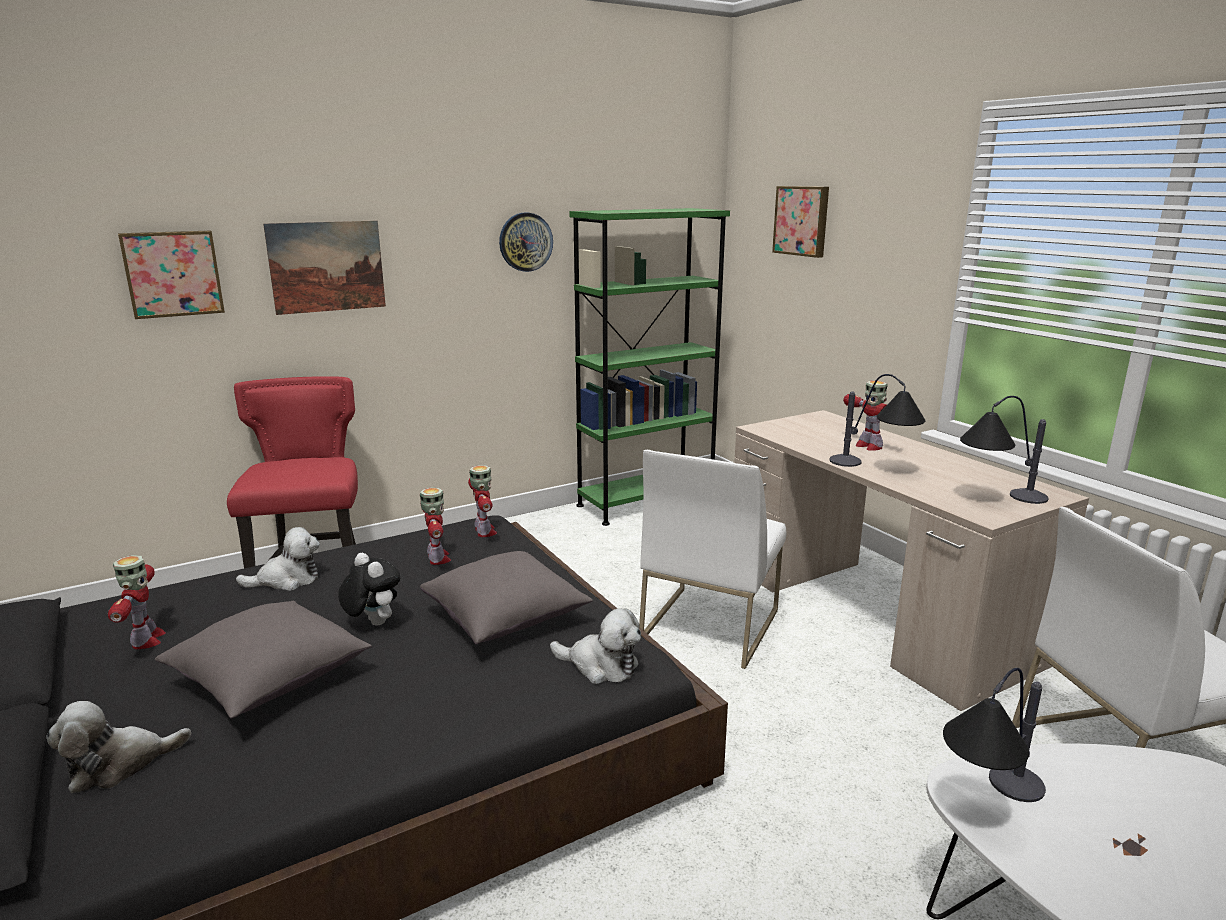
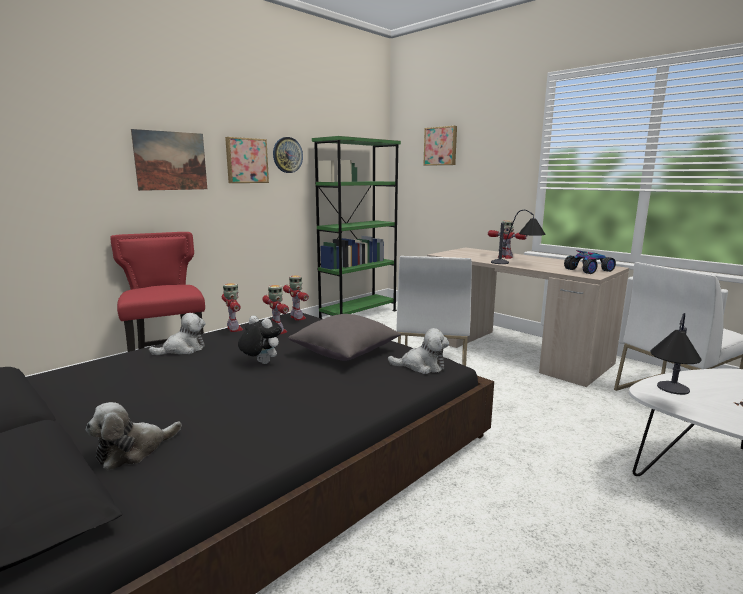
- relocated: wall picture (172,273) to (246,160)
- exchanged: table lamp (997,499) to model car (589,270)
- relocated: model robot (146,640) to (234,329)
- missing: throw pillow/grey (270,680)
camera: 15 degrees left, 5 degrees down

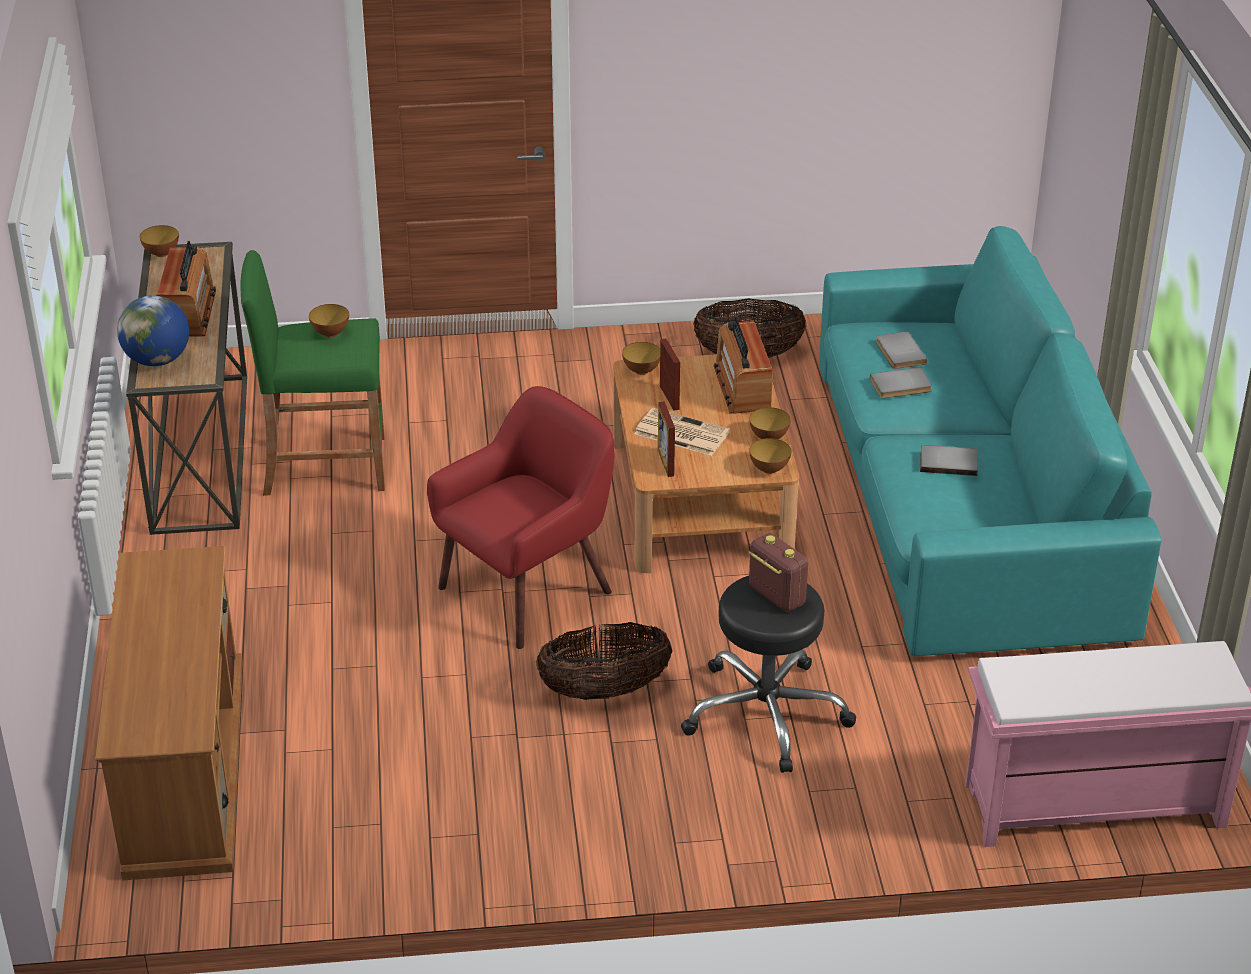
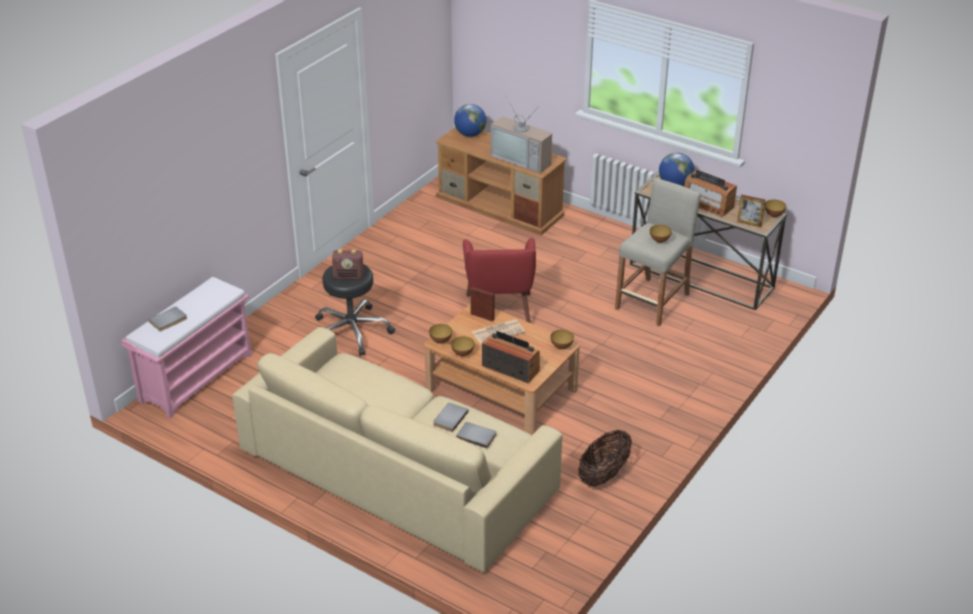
- colour: couch/blue-green (964,498) to couch/sand-coloured (398,470)
- colour: stool/green (324,465) to stool/sand-coloured (653,302)
- relocated: standing frame (669,398) to (749,223)
- relocated: volume/grey (948,461) to (169,321)
- missing: household basket (604,690)
- appeared: television (523,159)
- appeared: globe (470,134)
camera: 130 degrees right, 0 degrees up

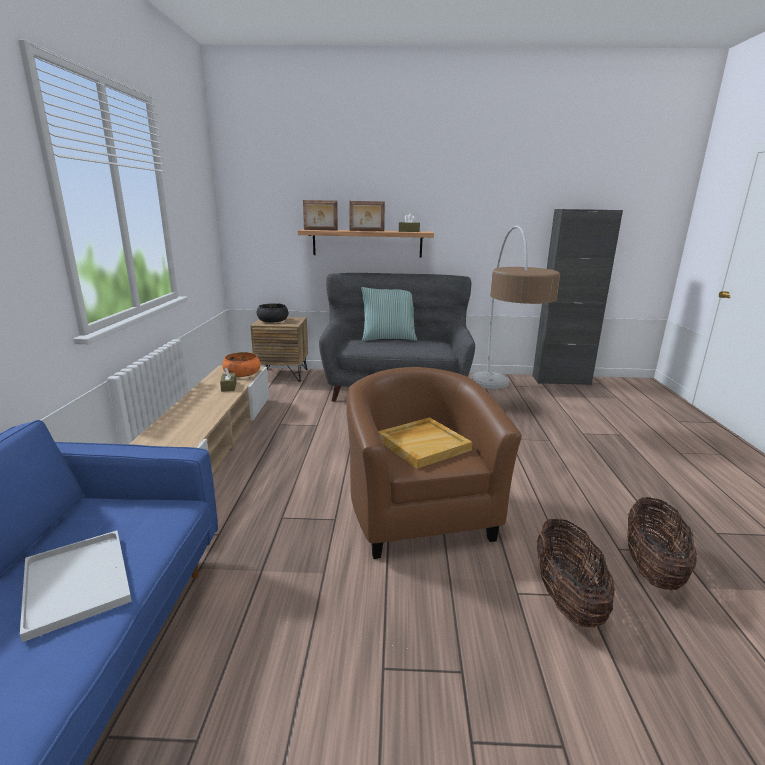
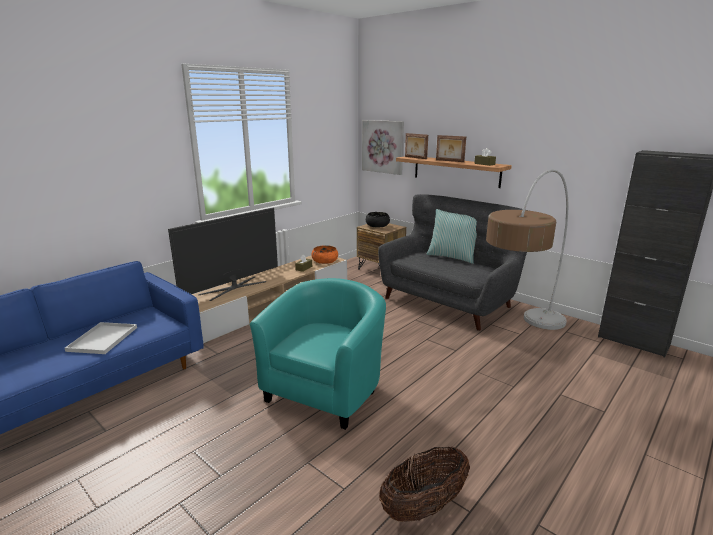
- colour: armchair/brownish (419,513) to armchair/blue-green (326,390)
- missing: tray/sand-coloured (423,444)
- missing: household basket (566,598)
- appeared: wall picture (383,146)
- appeared: television (233,288)
camera: 40 degrees right, 0 degrees up

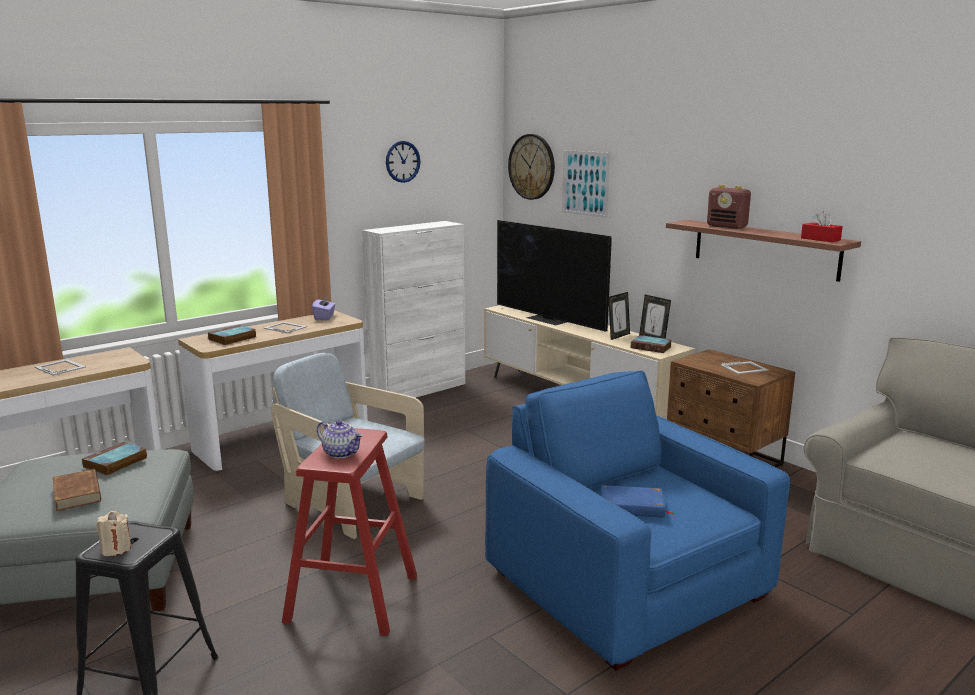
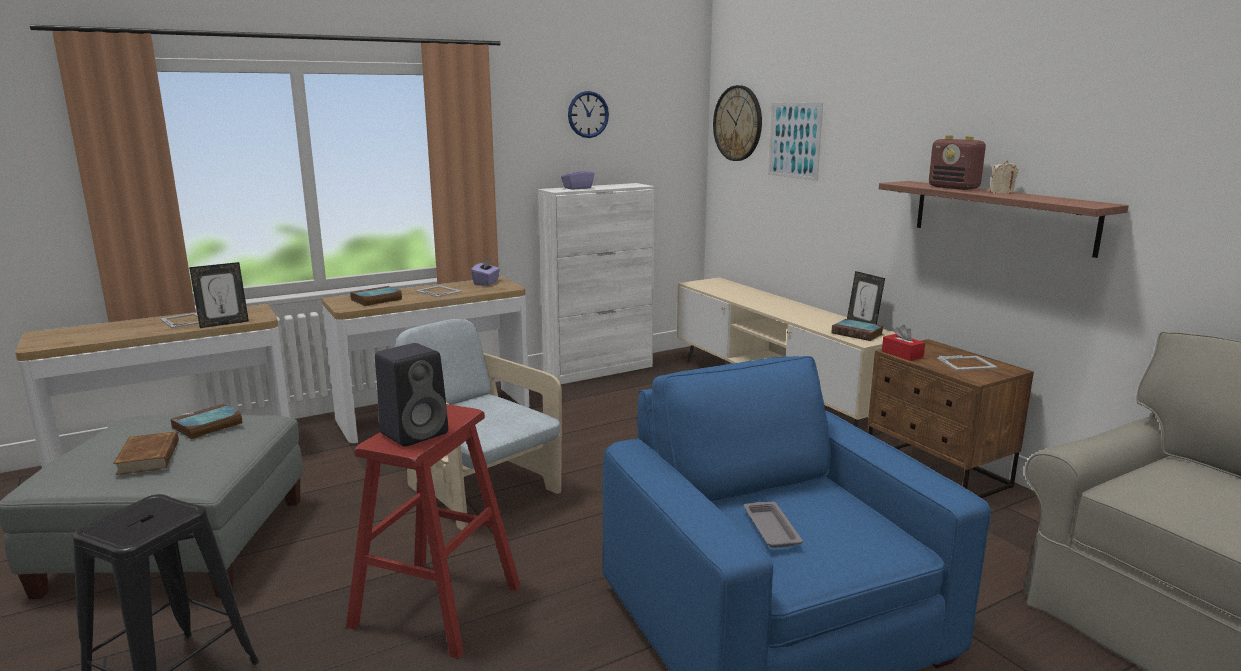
- relocated: tissue holder/red-coloured (820,239) to (902,354)
- missing: television (548,319)
- relocated: standing frame (618,336) to (224,323)
- exchanged: pot for tea (341,453) to loudspeaker/blackish (416,433)
- exchanged: volume/bluish (632,506) to tray/grey (770,528)
- relocated: wax light/sand-coloured (116,549) to (1001,192)
- appeared: tissue holder/purple (577,188)
camera: 10 degrees right, 0 degrees up

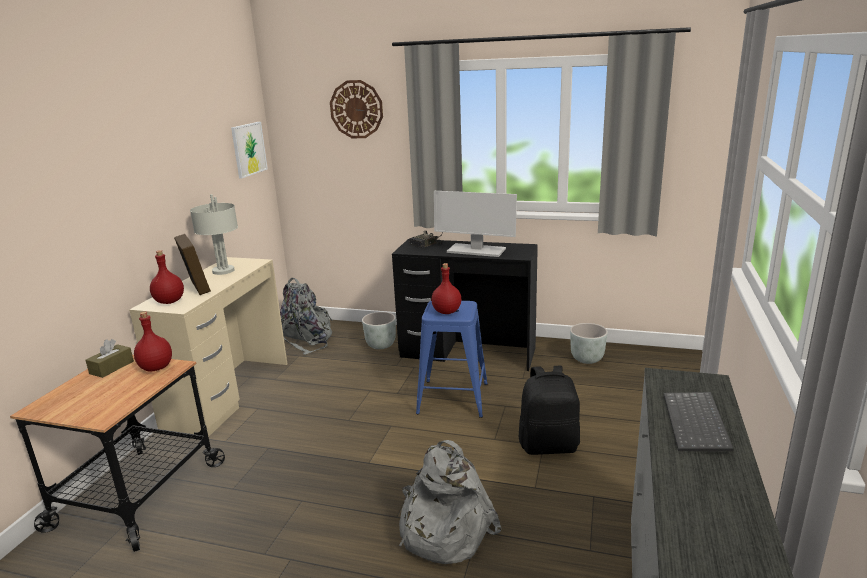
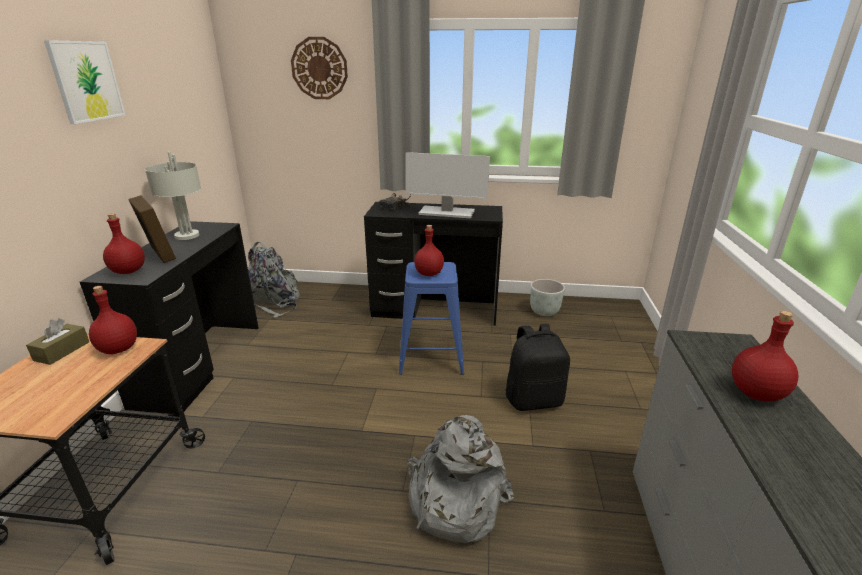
- relocated: wall picture (248,149) to (86,81)
- colour: desk table/sand-coloured (228,394) to desk table/blackish (199,363)
- missing: flower pot/grey (381,345)
- exchanged: computer keyboard (697,424) to bottle/red-coloured (757,393)
camera: 10 degrees left, 5 degrees up

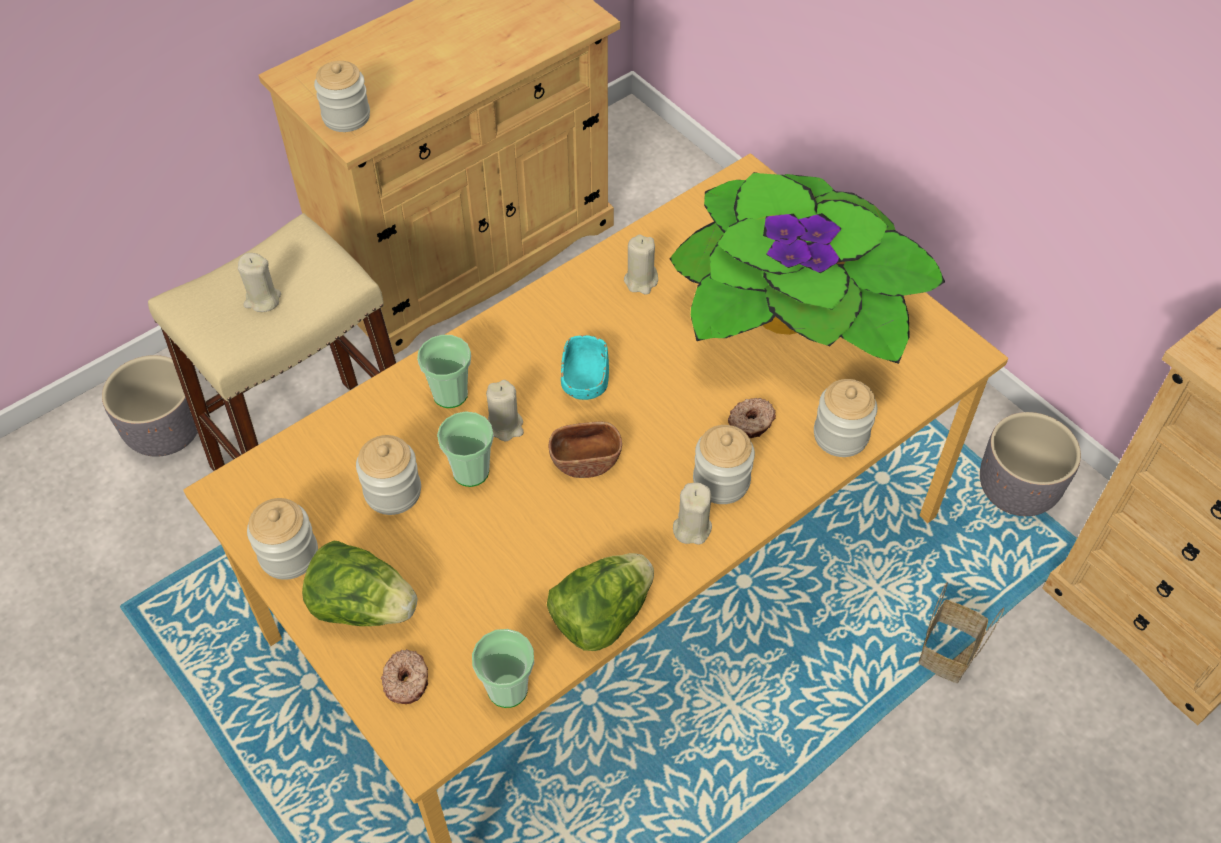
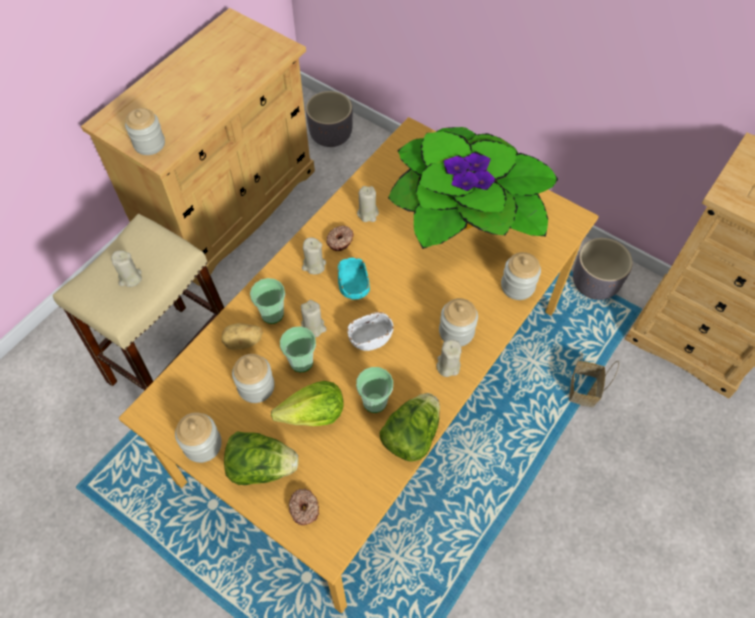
- relocated: flower pot/grey (167,432) to (331,136)
- relocated: doughnut (751,423) to (340,241)
- colour: bowl/brownish (585,460) to bowl/white-coloured (370,338)
- relocated: drinking cup (507,689) to (374,402)
- appeared: wax light/sand-coloured (314,265)
- appeared: spud (243,342)
- appeared: lettuce (313,414)
camera: 15 degrees left, 5 degrees up

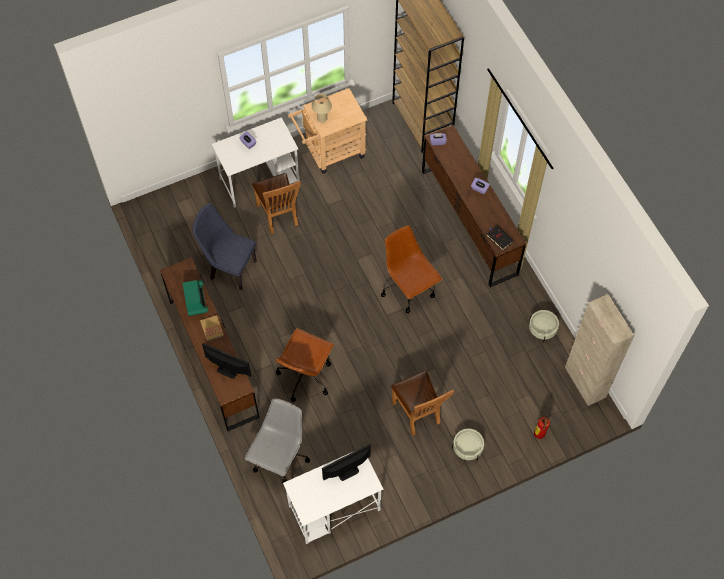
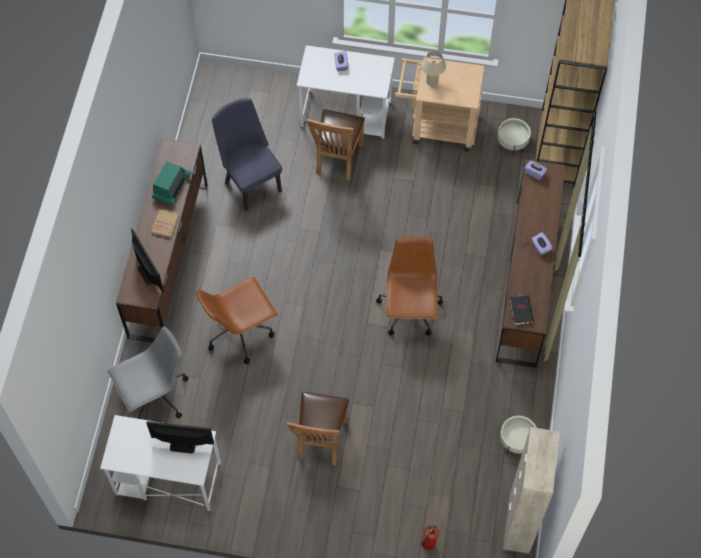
- relocated: flower pot/sand-coloured (467,448) to (512,140)
camera: 35 degrees right, 0 degrees up

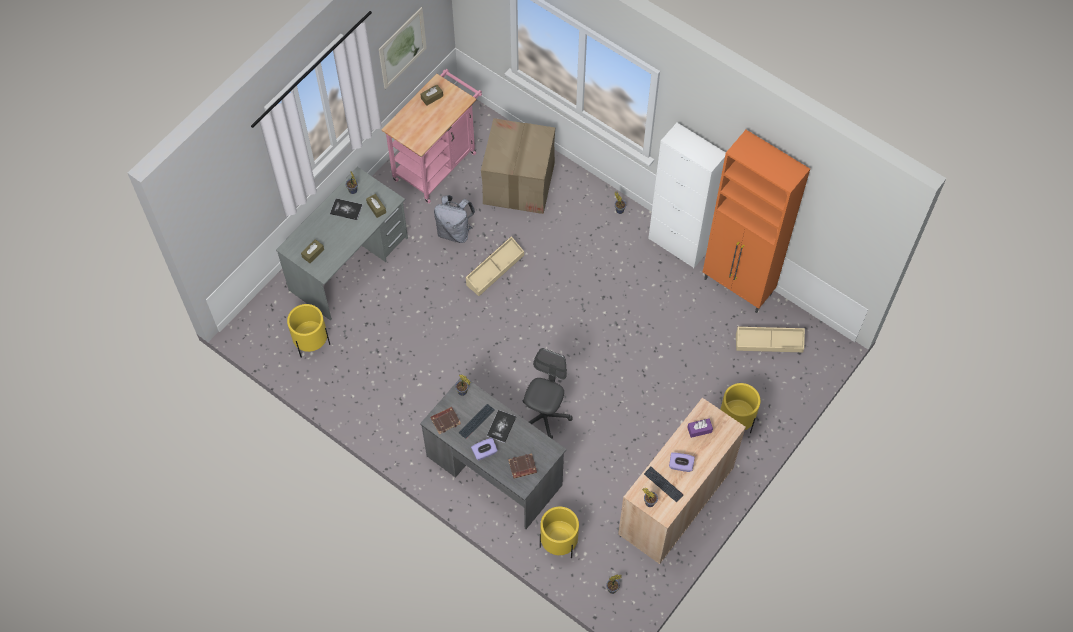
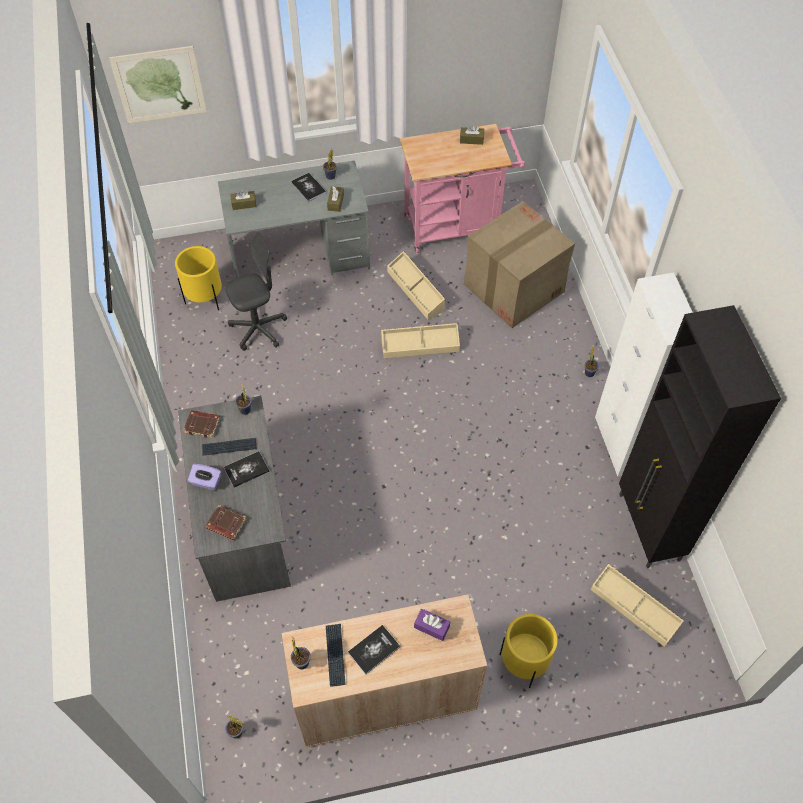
- relocated: wall picture (402,48) to (159,85)
- colour: cabinet/orange (738,287) to cabinet/blackish (648,528)
- exchanged: backpack/grey (455,231) to storage bin/sand-coloured (416,290)
- relocated: computer chair/grey (544,416) to (258,329)
- exchanged: tissue holder/purple (680,465) to volume (374,649)
- missing: flower pot/yellow (558,543)
camera: 40 degrees right, 5 degrees down

